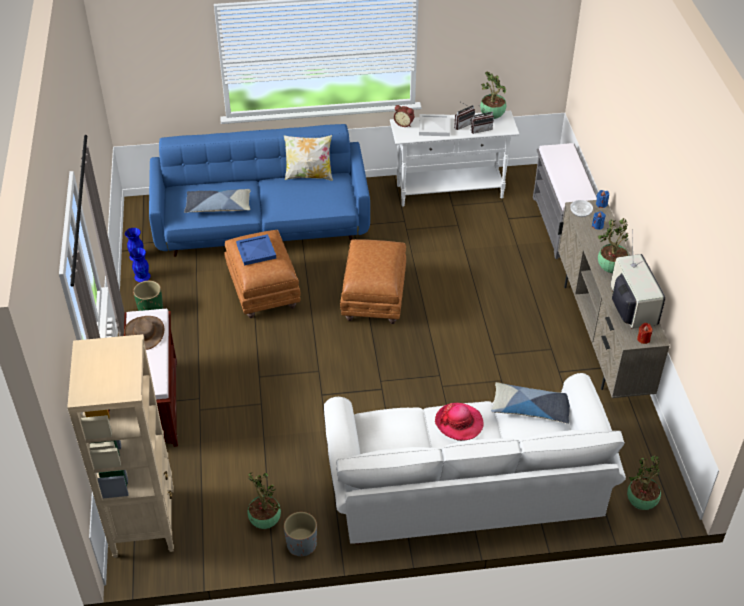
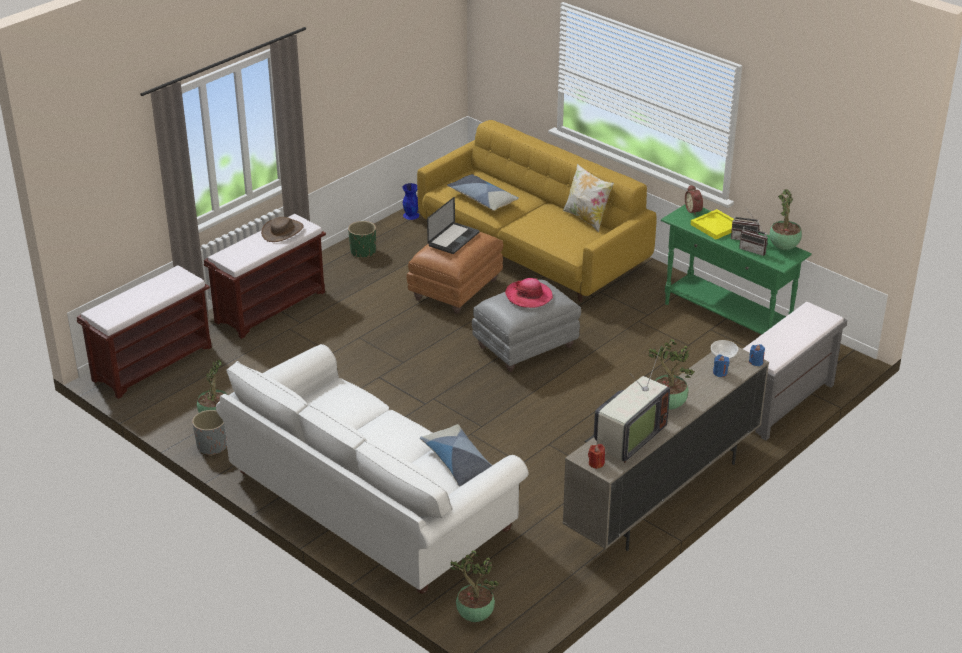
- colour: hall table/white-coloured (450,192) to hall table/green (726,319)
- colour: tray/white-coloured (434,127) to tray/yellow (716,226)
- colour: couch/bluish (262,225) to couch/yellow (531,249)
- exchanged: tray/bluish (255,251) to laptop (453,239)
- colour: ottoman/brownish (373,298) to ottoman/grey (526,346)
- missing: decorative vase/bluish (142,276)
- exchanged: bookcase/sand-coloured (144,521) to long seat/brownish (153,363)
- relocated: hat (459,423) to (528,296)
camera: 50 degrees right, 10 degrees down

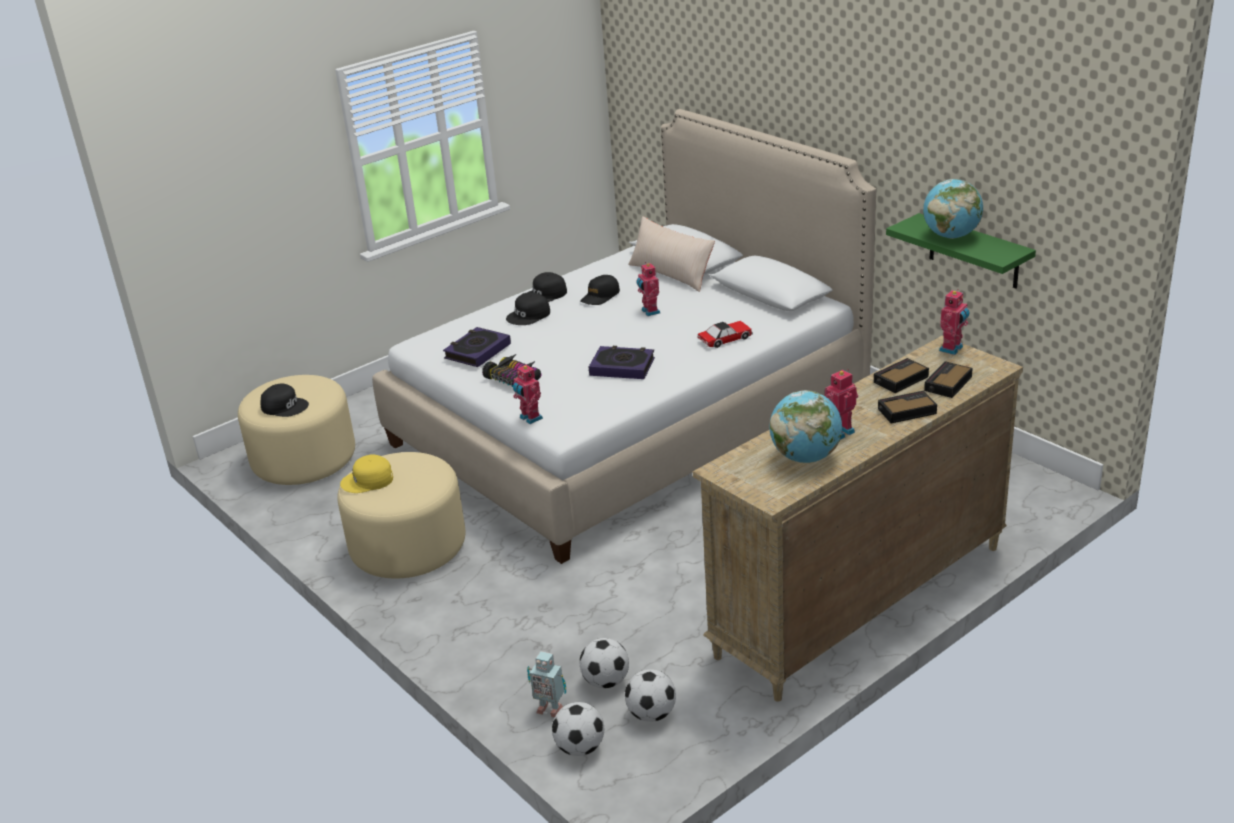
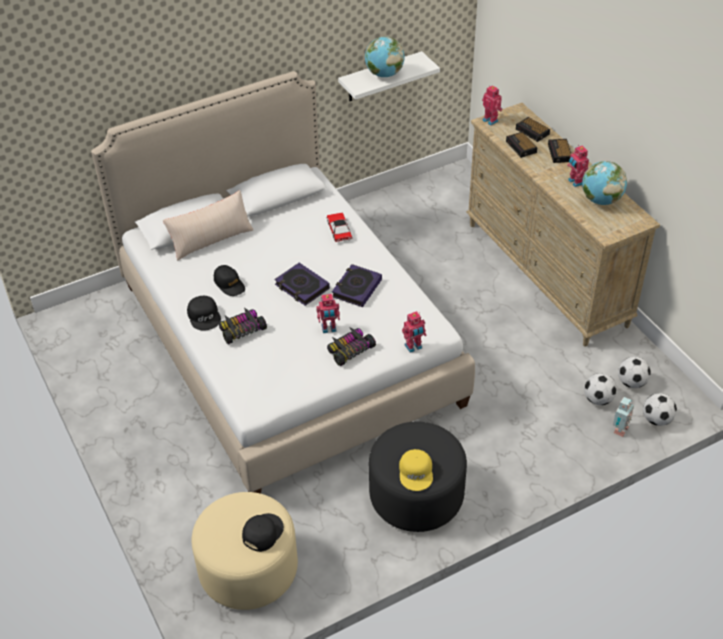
- colour: shelf/green (974,252) to shelf/white-coloured (380,77)
- relocated: model robot (649,312) to (329,329)
- exchanged: peaked cap/blackish (529,315) to model car (242,329)
- relocated: volume (477,351) to (302,287)
- colour: ottoman/sand-coloured (408,547) to ottoman/blackish (416,495)
camera: 80 degrees left, 15 degrees up

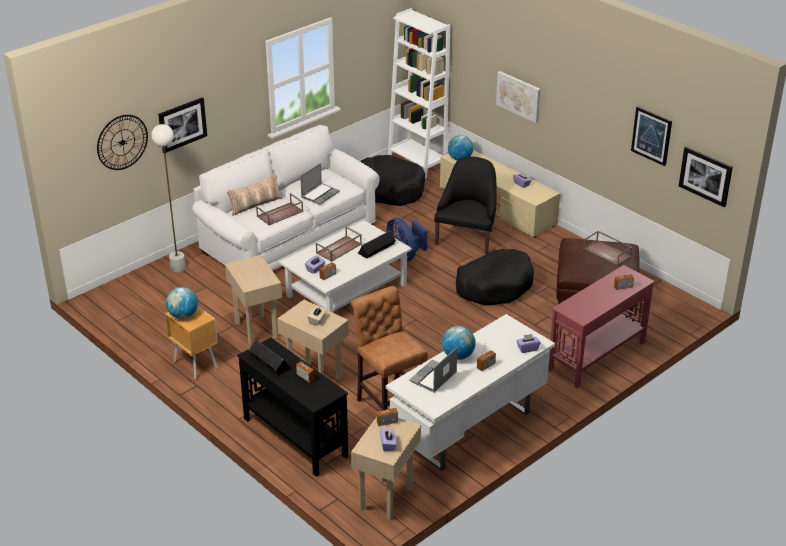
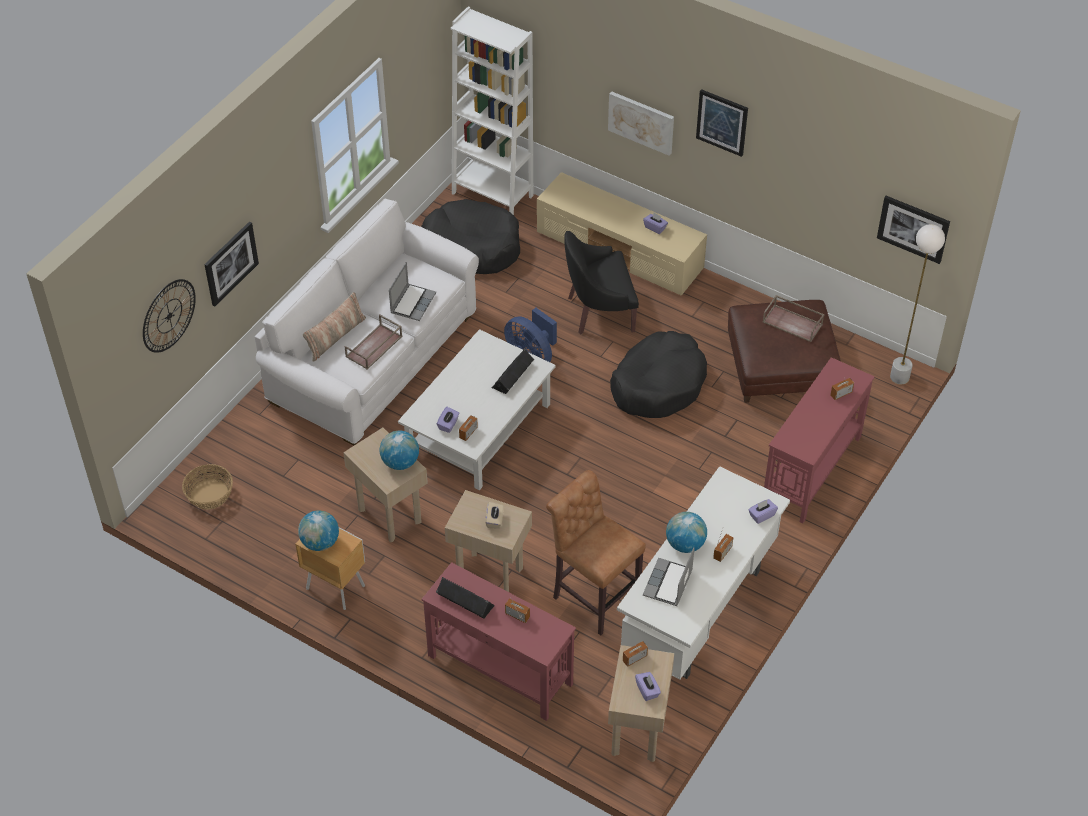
- relocated: wall picture (651,135) to (722,122)
- relocated: standing lamp/white-coloured (178,268) to (899,377)
- relocated: globe (460,159) to (400,462)
- spun: armchair/blackish (467,238) = (599,311) 105 degrees counterclockwise
- missing: tray/brownish (339,249)
- colour: hall table/blackish (295,437) to hall table/red-coloured (499,669)
- appeared: household basket (209,494)
camera: 15 degrees left, 15 degrees up

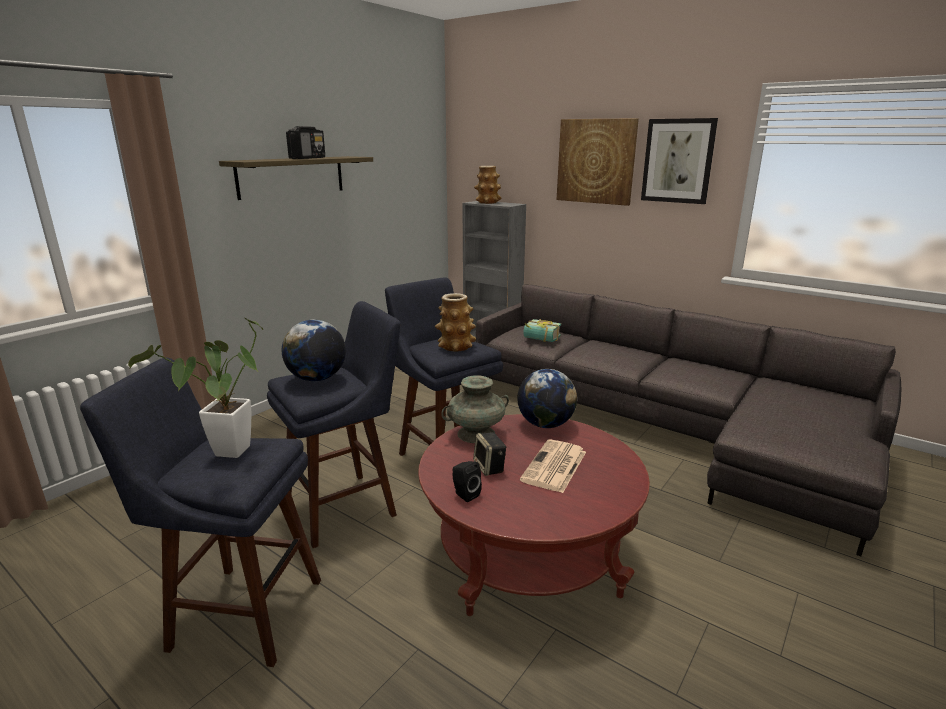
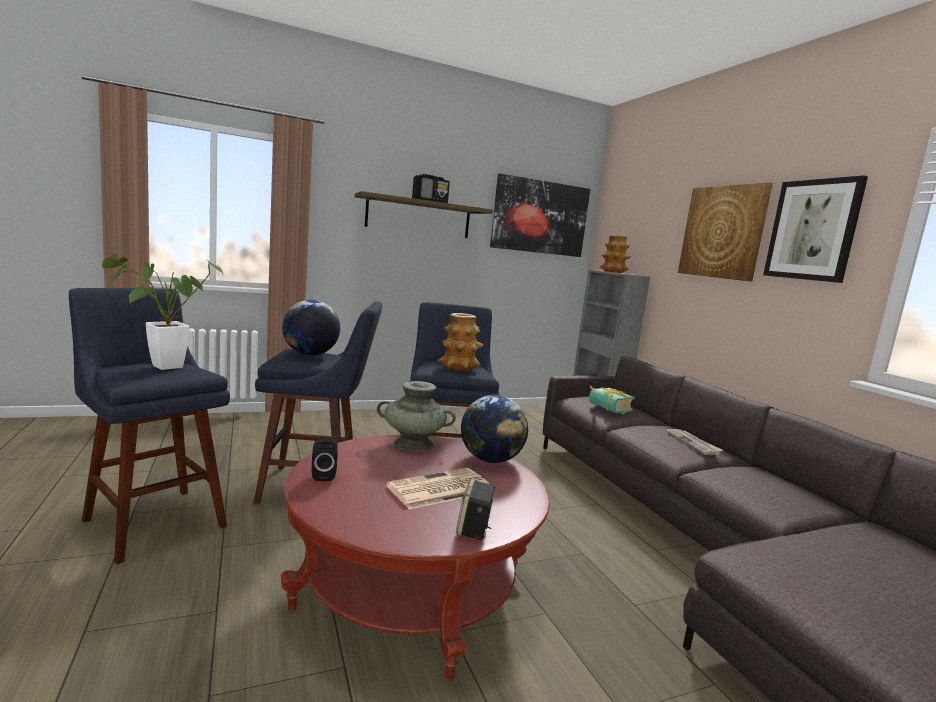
- relocated: loudspeaker (490,467) to (474,529)
- appeared: wall picture (540,217)
- appeared: newspaper (693,443)
camera: 30 degrees right, 10 degrees down

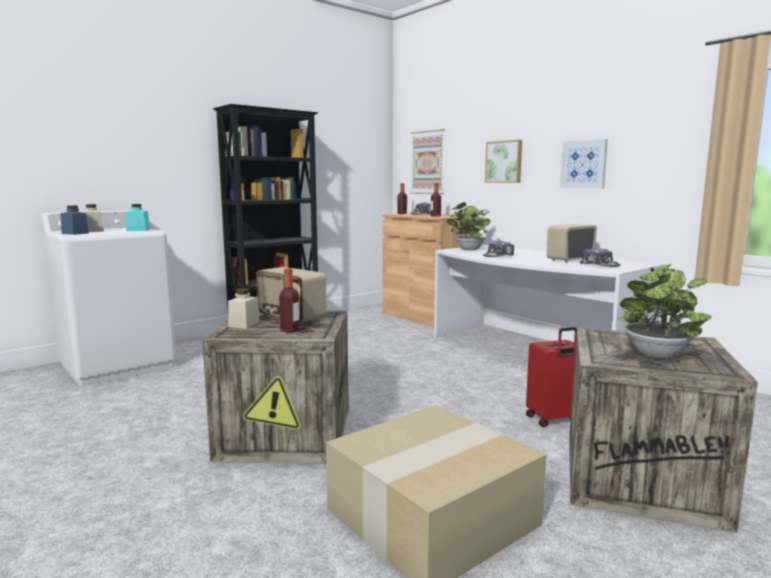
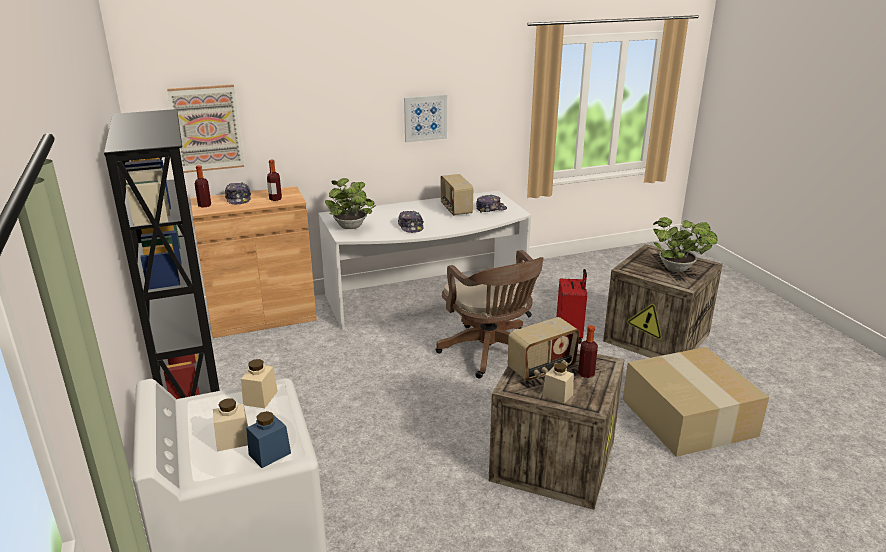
- missing: wall picture (504,162)
- colour: storage jar/blue-green (138,230) to storage jar/sand-coloured (260,398)
- appeared: computer chair/brownish (491,353)
camera: 70 degrees left, 15 degrees up

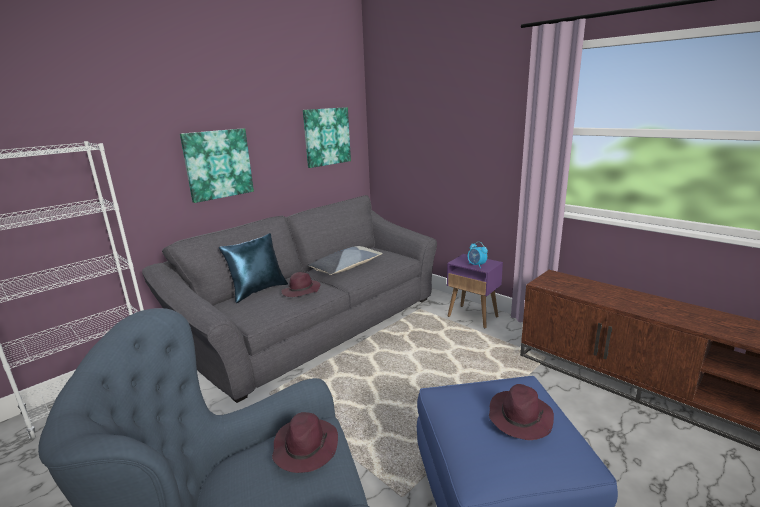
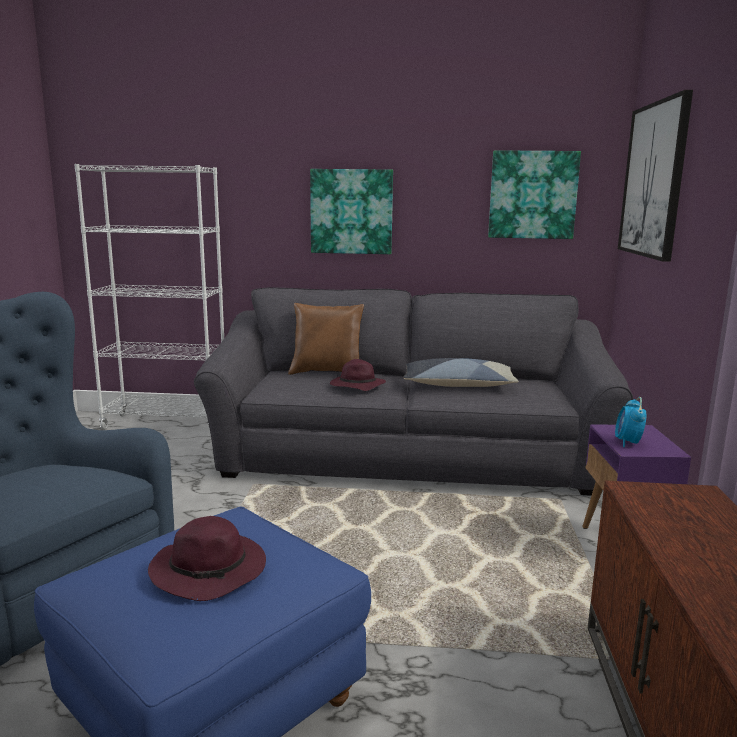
- colour: throw pillow/bluish (258,291) to throw pillow/brownish (327,373)
- missing: hat/purple (305,447)
- appeared: wall picture (653,180)
camera: 50 degrees right, 5 degrees down

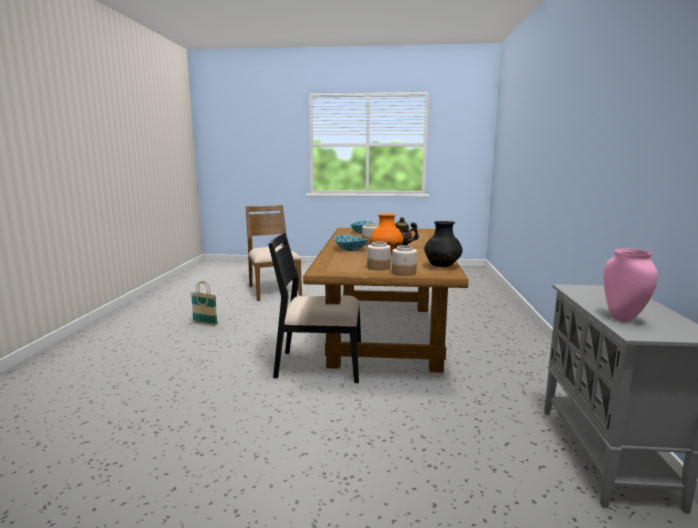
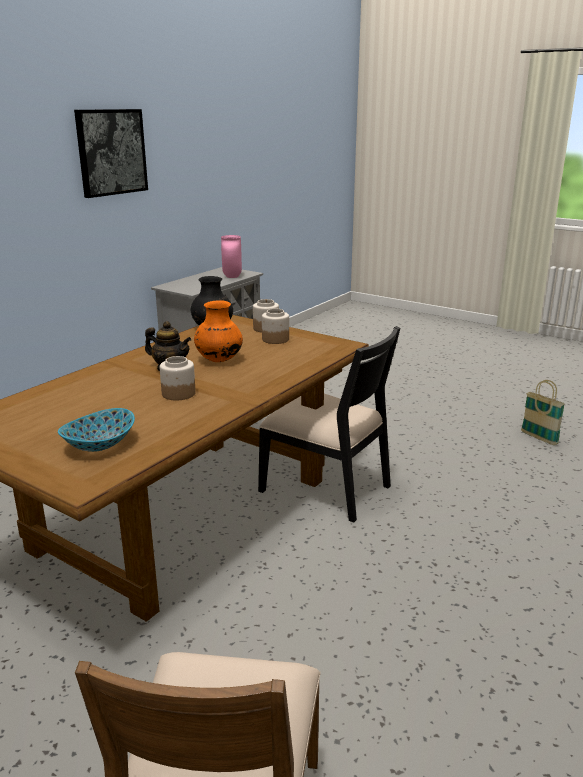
- missing: bowl (350,249)
- relocated: household basket (205,324) to (539,438)
- appeared: wall picture (111,152)
camera: 150 degrees left, 10 degrees up

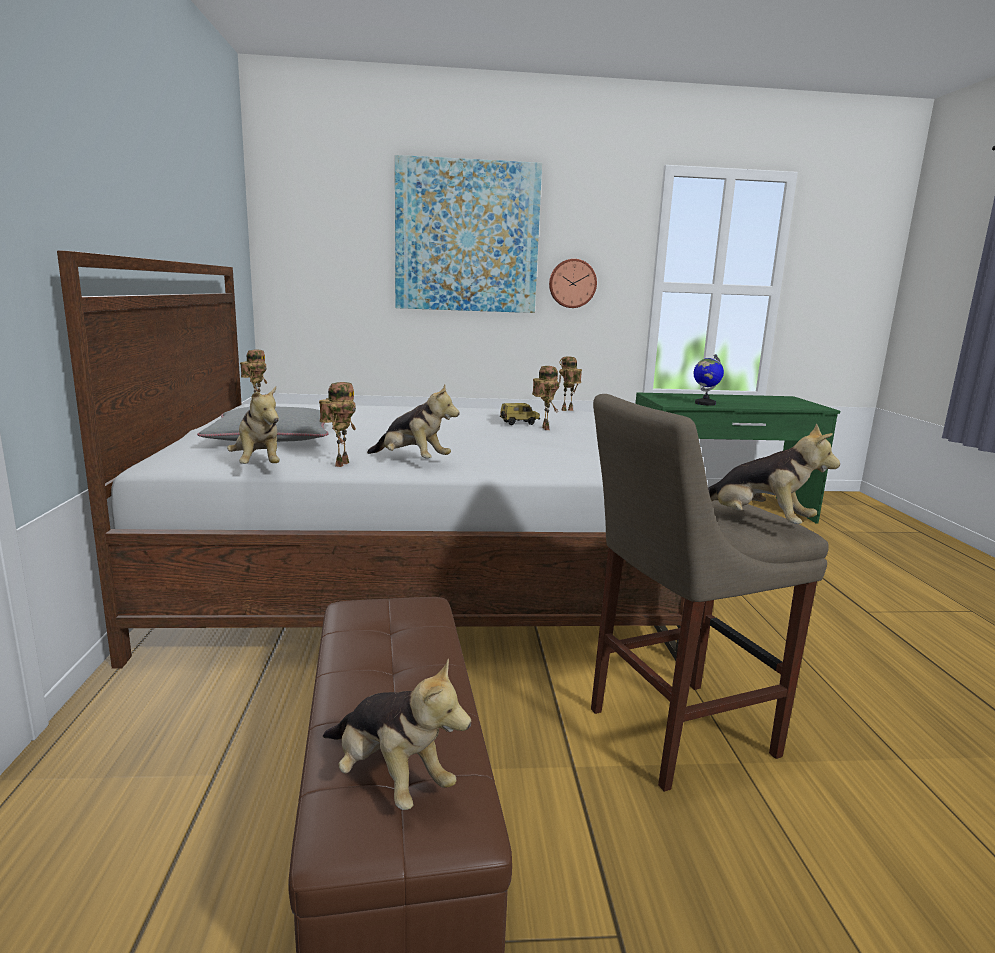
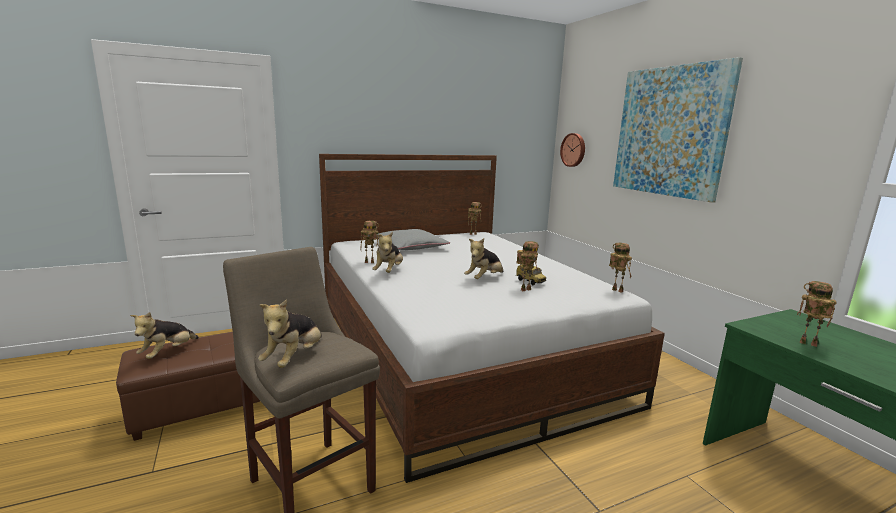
- relocated: clock on the wall (572,283) to (573,150)
- exchanged: globe (704,403) to model robot (806,344)
- relocated: soft toy (258,466) to (484,279)
camera: 70 degrees right, 0 degrees up

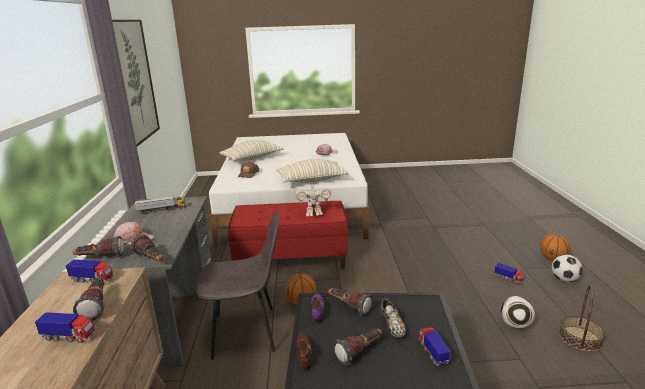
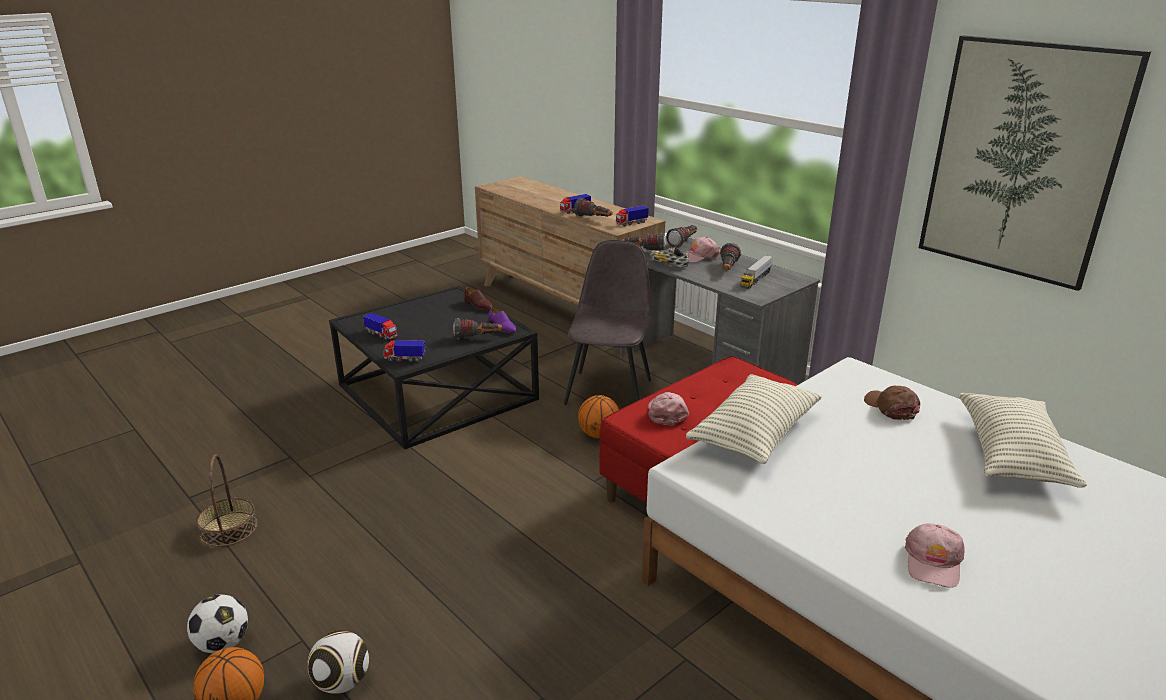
- exchanged: model robot (313,214) to peaked cap/pink-coloured (666,413)
- spun: plain chair/grey (247,332) = (609,391) 150 degrees clockwise
- relocated: toy truck (508,278) to (404,359)
- relocated: football (515,324) to (342,682)
- relocated: item of footwear (392,325) to (668,264)
- relocated: hand torch (360,352) to (727,269)
camera: 140 degrees right, 5 degrees up

